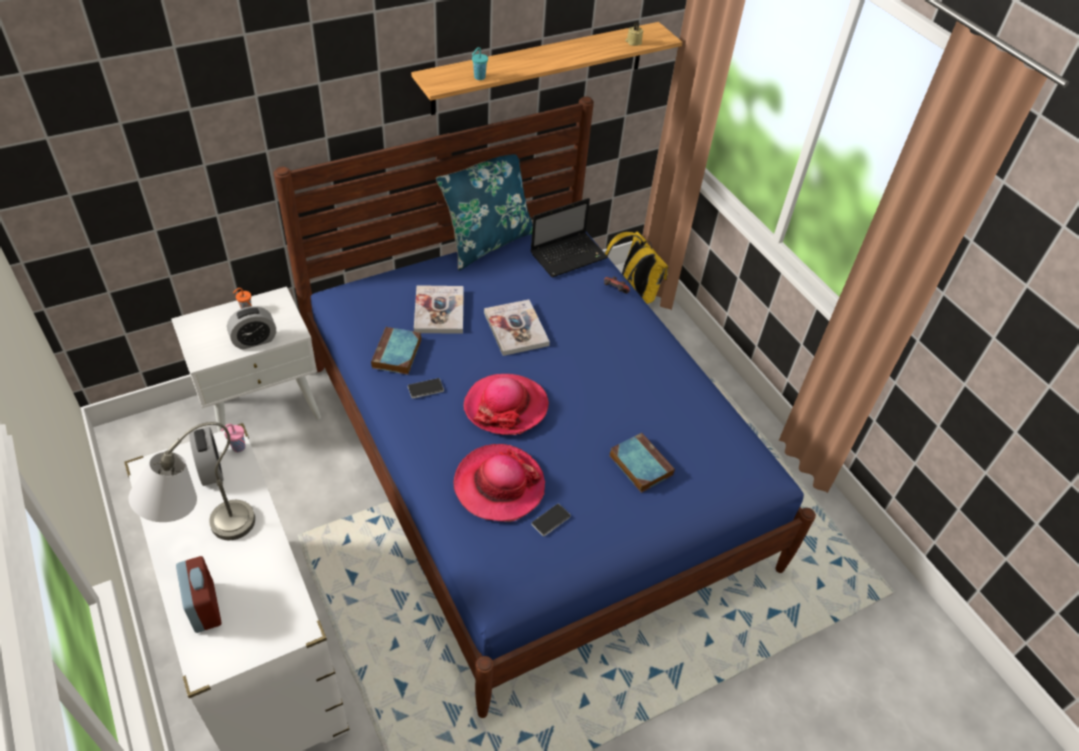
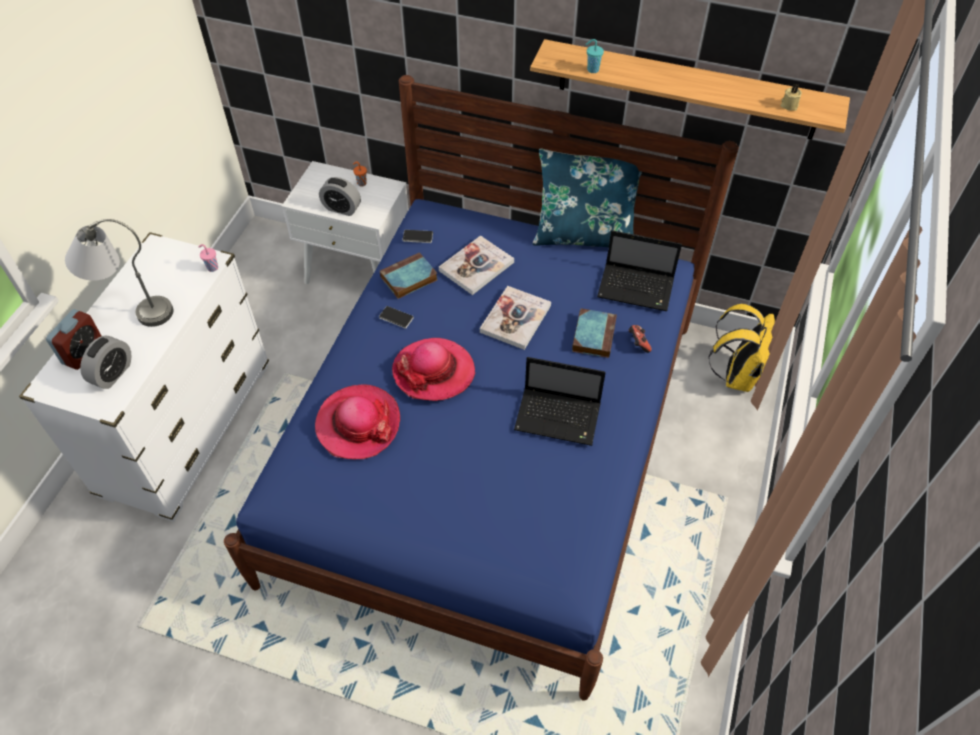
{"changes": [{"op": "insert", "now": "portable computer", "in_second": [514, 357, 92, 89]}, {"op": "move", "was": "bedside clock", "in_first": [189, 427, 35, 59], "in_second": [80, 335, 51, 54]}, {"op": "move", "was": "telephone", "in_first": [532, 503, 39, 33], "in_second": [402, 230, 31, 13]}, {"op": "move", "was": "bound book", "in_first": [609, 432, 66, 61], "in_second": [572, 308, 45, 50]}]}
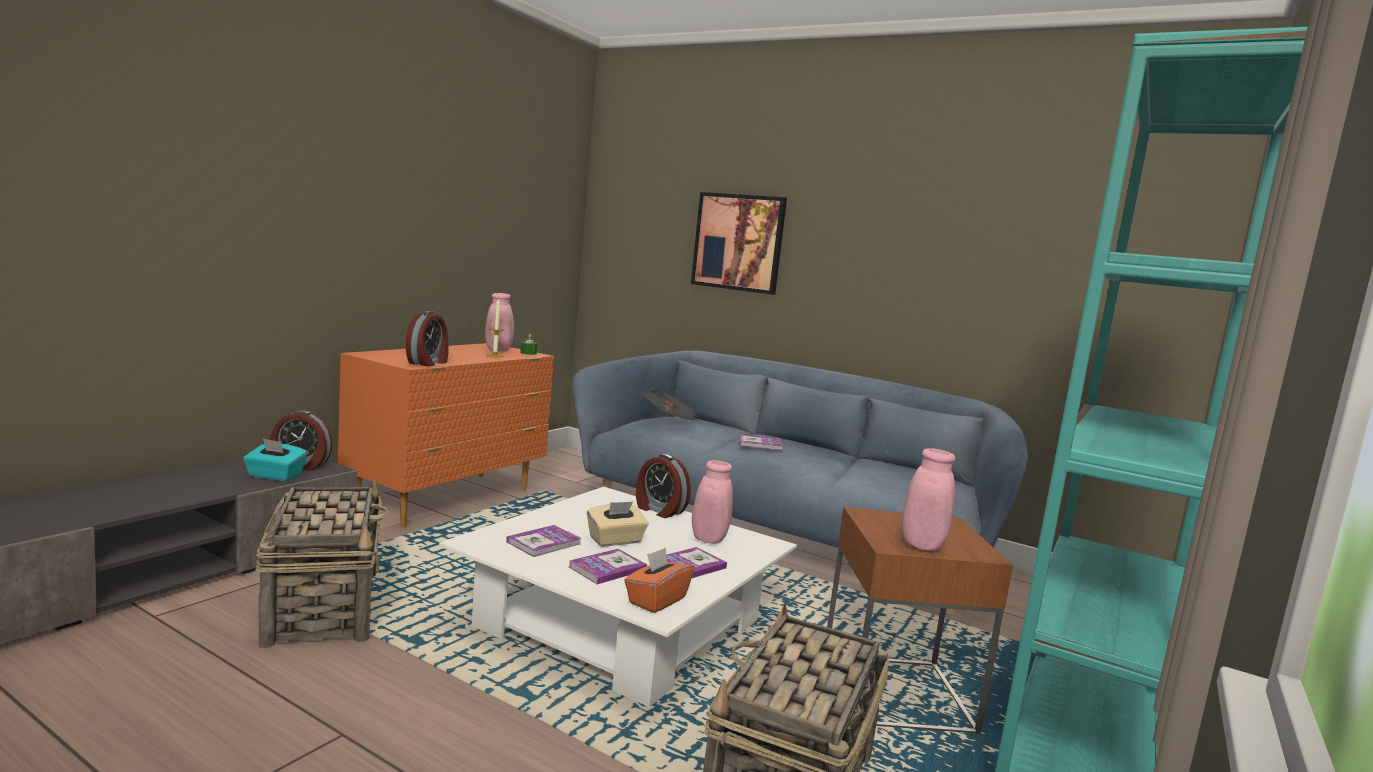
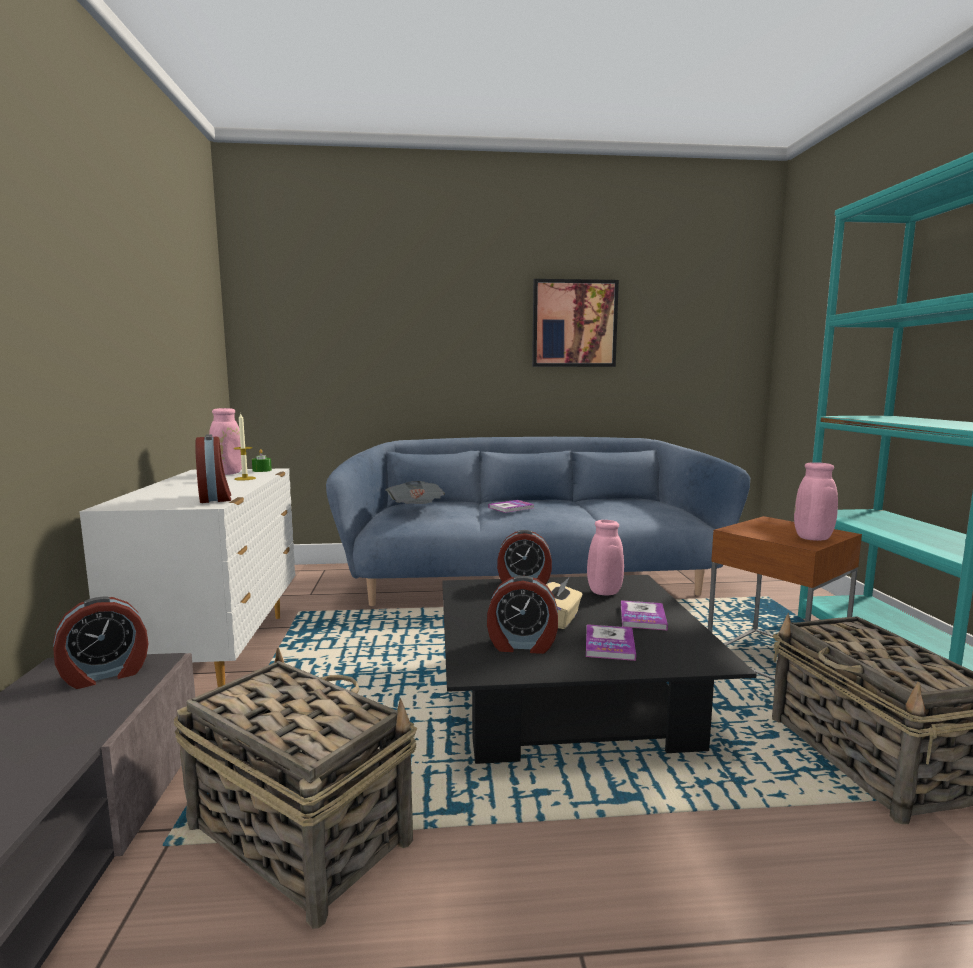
{"changes": [{"op": "delete", "was": "tissue box in turquoise-coloured", "in_first": [243, 439, 64, 42]}, {"op": "delete", "was": "tissue box in orange", "in_first": [624, 547, 70, 66]}, {"op": "move", "was": "wall art", "in_first": [691, 192, 96, 103], "in_second": [532, 279, 87, 88]}, {"op": "replace", "was": "bound book", "now": "bedside clock", "in_first": [506, 525, 75, 32], "in_second": [487, 576, 71, 78]}, {"op": "recolor", "was": "dresser in orange", "now": "dresser in whitish", "in_first": [338, 343, 216, 185], "in_second": [79, 468, 216, 219]}, {"op": "recolor", "was": "low table in whitish", "now": "low table in blackish", "in_first": [439, 487, 358, 220], "in_second": [442, 575, 315, 189]}]}
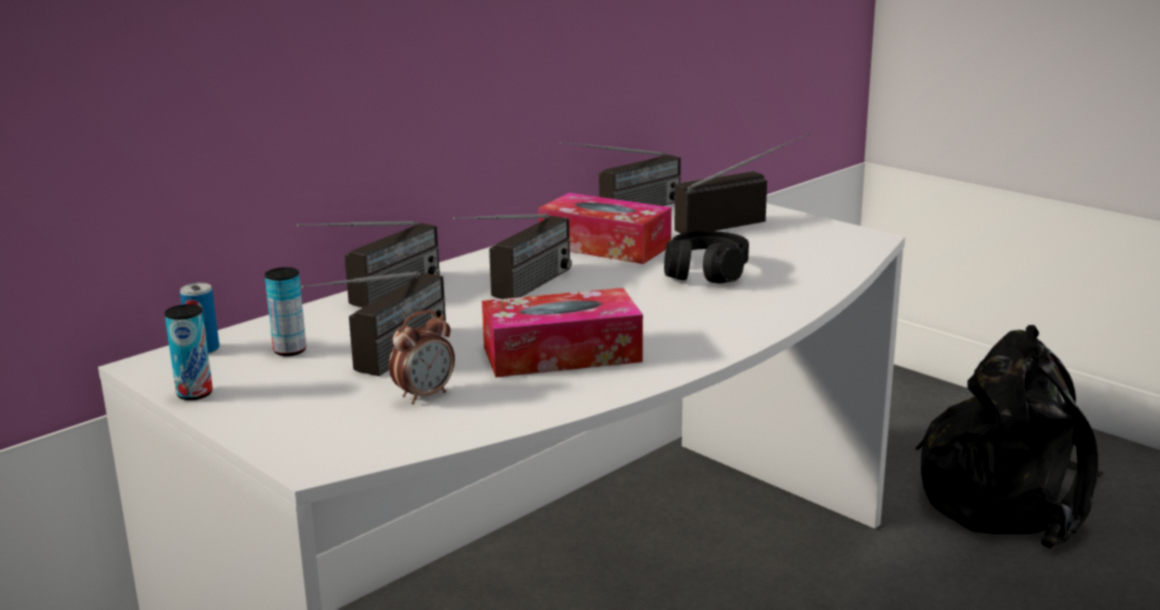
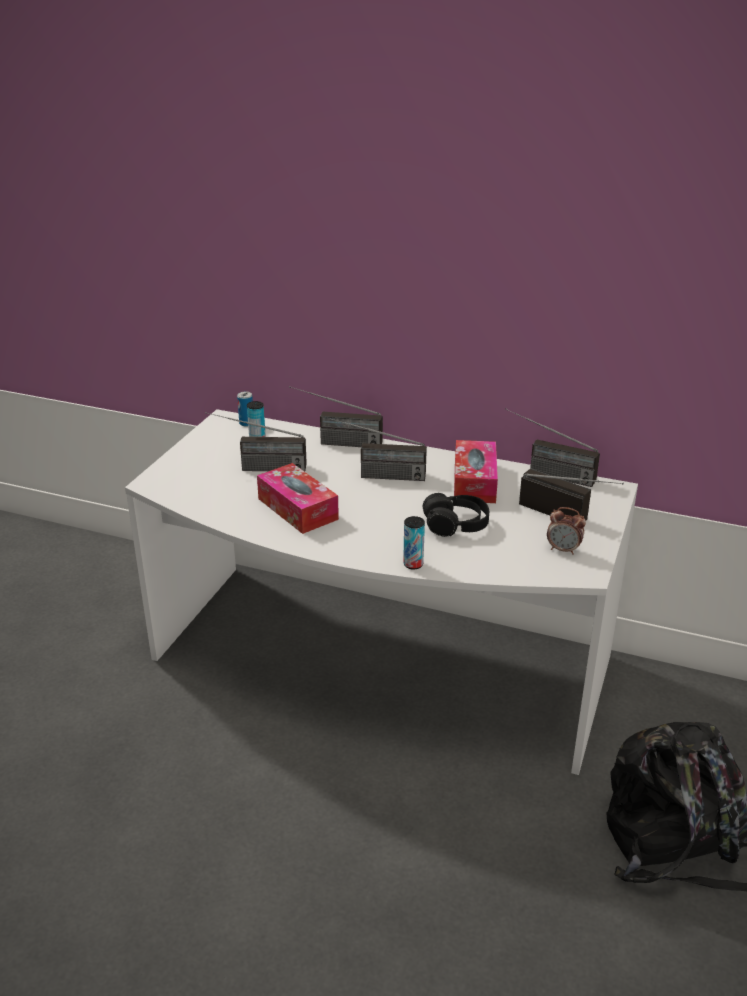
{"changes": [{"op": "move", "was": "sealed can", "in_first": [165, 304, 48, 96], "in_second": [403, 516, 22, 53]}, {"op": "move", "was": "bedside clock", "in_first": [389, 310, 66, 94], "in_second": [547, 507, 39, 48]}]}
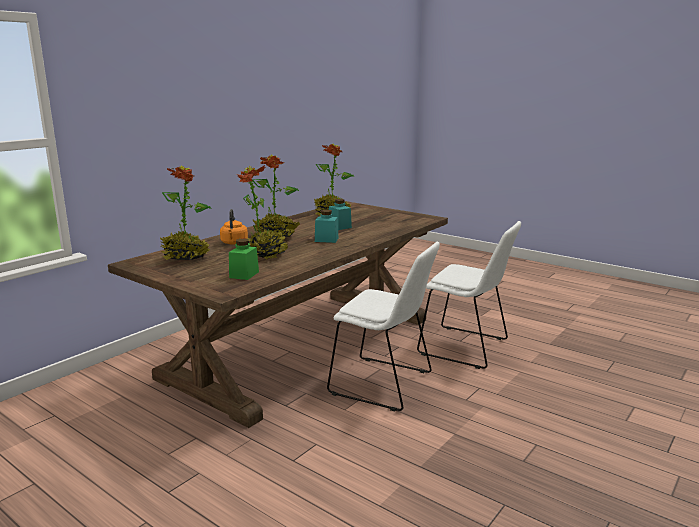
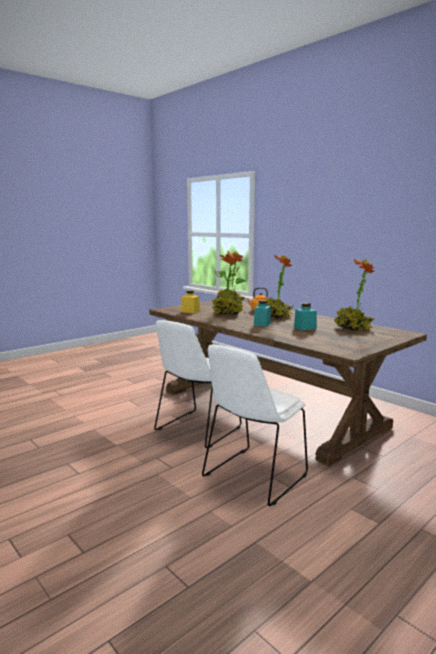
{"changes": [{"op": "recolor", "was": "storage jar in green-coloured", "now": "storage jar in yellowish", "in_first": [229, 239, 30, 41], "in_second": [181, 290, 19, 23]}]}
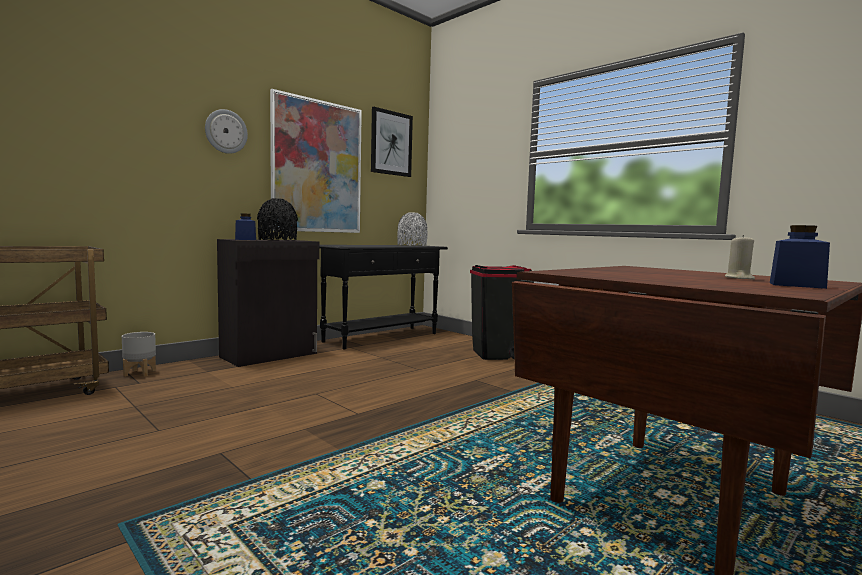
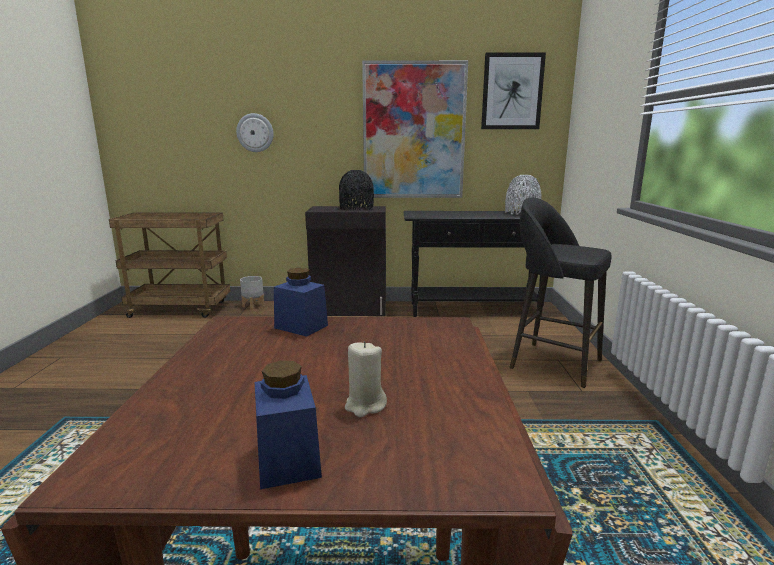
{"changes": [{"op": "move", "was": "hanging clock", "in_first": [205, 109, 43, 45], "in_second": [236, 113, 38, 39]}, {"op": "move", "was": "storage jar in bluish", "in_first": [235, 213, 21, 27], "in_second": [274, 268, 54, 69]}, {"op": "replace", "was": "rubbish bin in blackish", "now": "stool in blackish", "in_first": [470, 265, 62, 95], "in_second": [510, 197, 102, 191]}]}
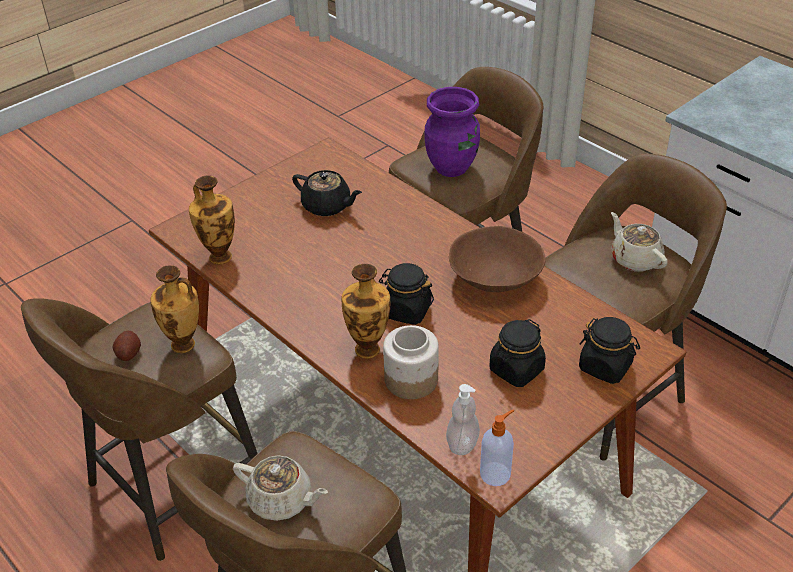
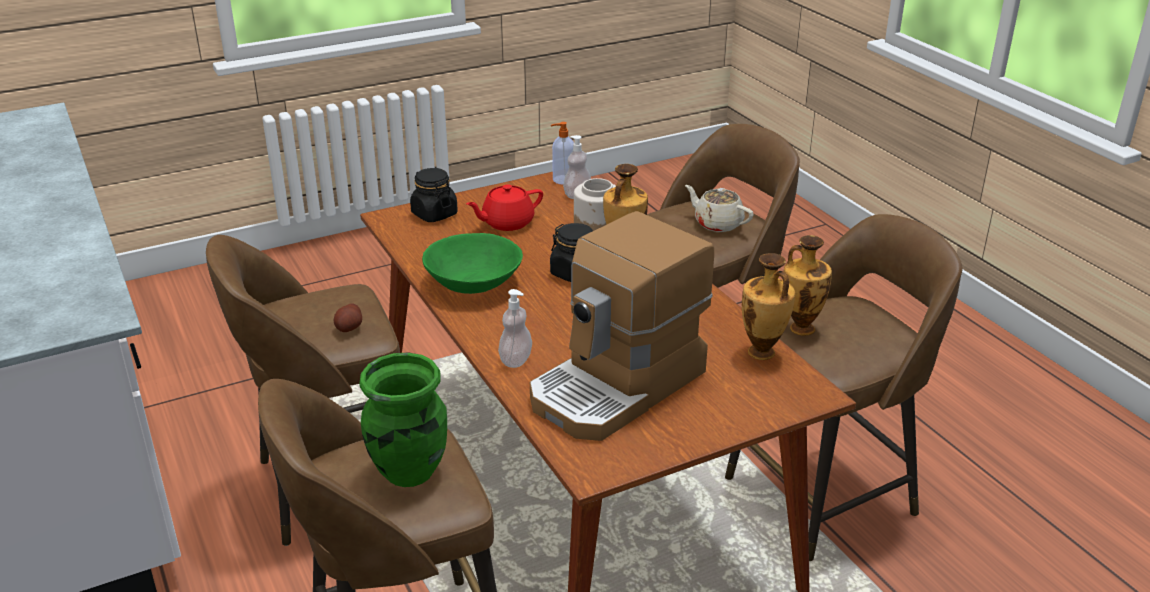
{"changes": [{"op": "delete", "was": "tea pot in beige", "in_first": [611, 212, 57, 60]}, {"op": "insert", "now": "soap bottle", "in_second": [498, 289, 34, 79]}, {"op": "move", "was": "potato", "in_first": [112, 331, 29, 30], "in_second": [334, 303, 28, 29]}, {"op": "replace", "was": "tea pot in blackish", "now": "coffee maker", "in_first": [292, 170, 70, 46], "in_second": [530, 211, 184, 230]}, {"op": "replace", "was": "storage jar in blackish", "now": "tea pot in red-coloured", "in_first": [490, 319, 56, 68], "in_second": [466, 184, 77, 47]}, {"op": "recolor", "was": "vase in purplish", "now": "vase in green-coloured", "in_first": [425, 87, 55, 90], "in_second": [359, 352, 88, 135]}, {"op": "recolor", "was": "serving bowl in brown-coloured", "now": "serving bowl in green-coloured", "in_first": [449, 226, 96, 66], "in_second": [422, 233, 101, 61]}]}
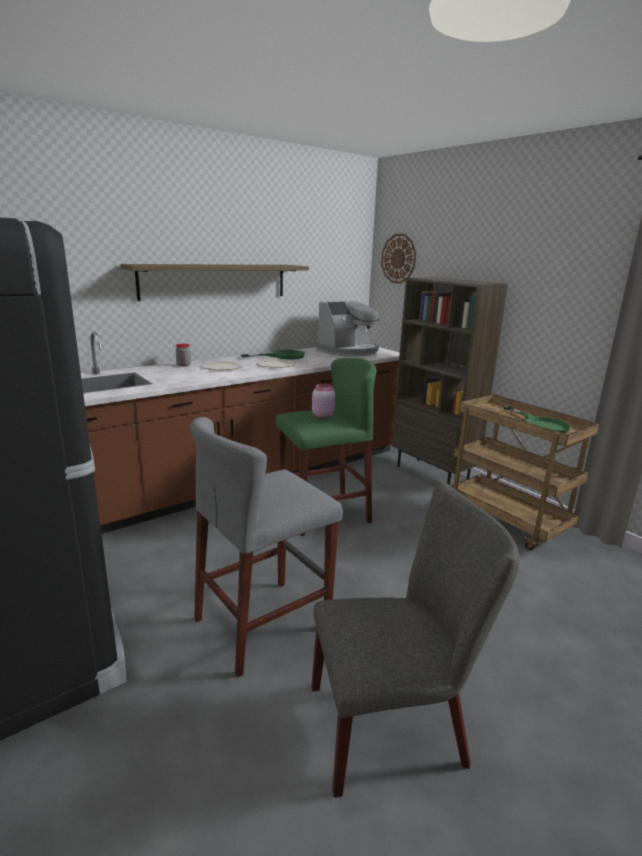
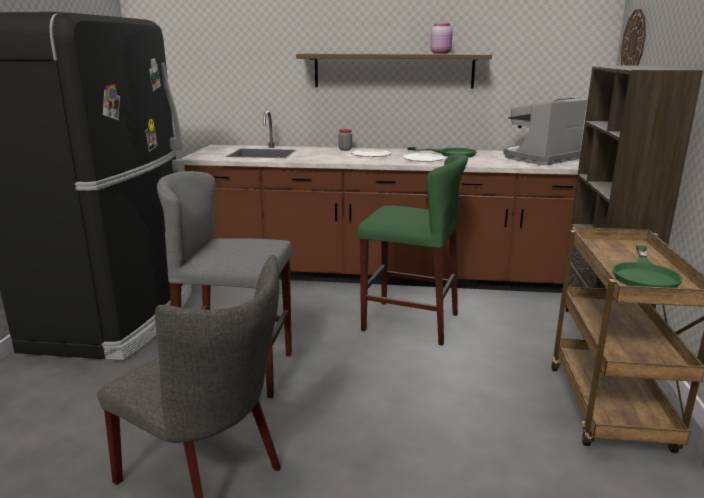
{"changes": [{"op": "move", "was": "storage jar in pink-coloured", "in_first": [312, 384, 23, 34], "in_second": [430, 23, 23, 31]}, {"op": "rotate", "was": "coffee maker", "in_first": [315, 300, 64, 57], "in_second": [503, 98, 84, 67], "clockwise": 135}]}
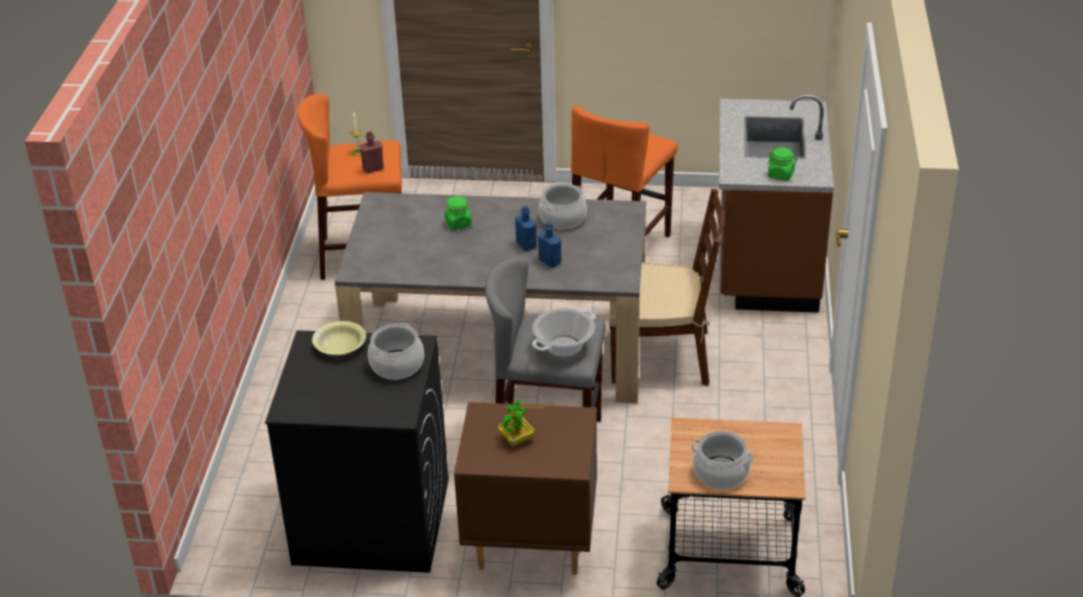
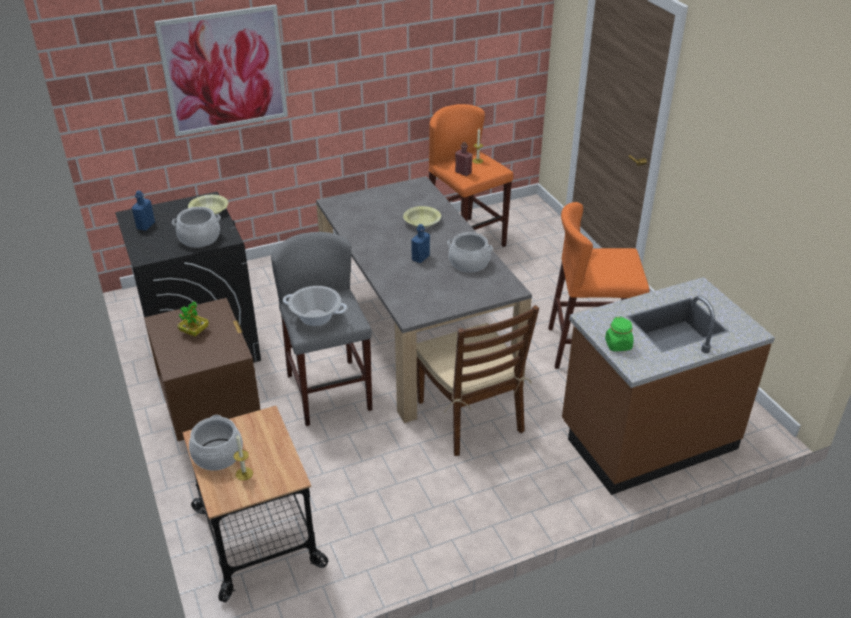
{"changes": [{"op": "insert", "now": "wall art", "in_second": [154, 4, 134, 133]}, {"op": "insert", "now": "wax candle", "in_second": [234, 434, 19, 47]}, {"op": "move", "was": "beverage bottle in bluish", "in_first": [538, 222, 24, 46], "in_second": [132, 190, 23, 41]}, {"op": "replace", "was": "storage jar in green-coloured", "now": "serving bowl in yellowish", "in_first": [445, 196, 27, 34], "in_second": [403, 206, 38, 21]}]}
